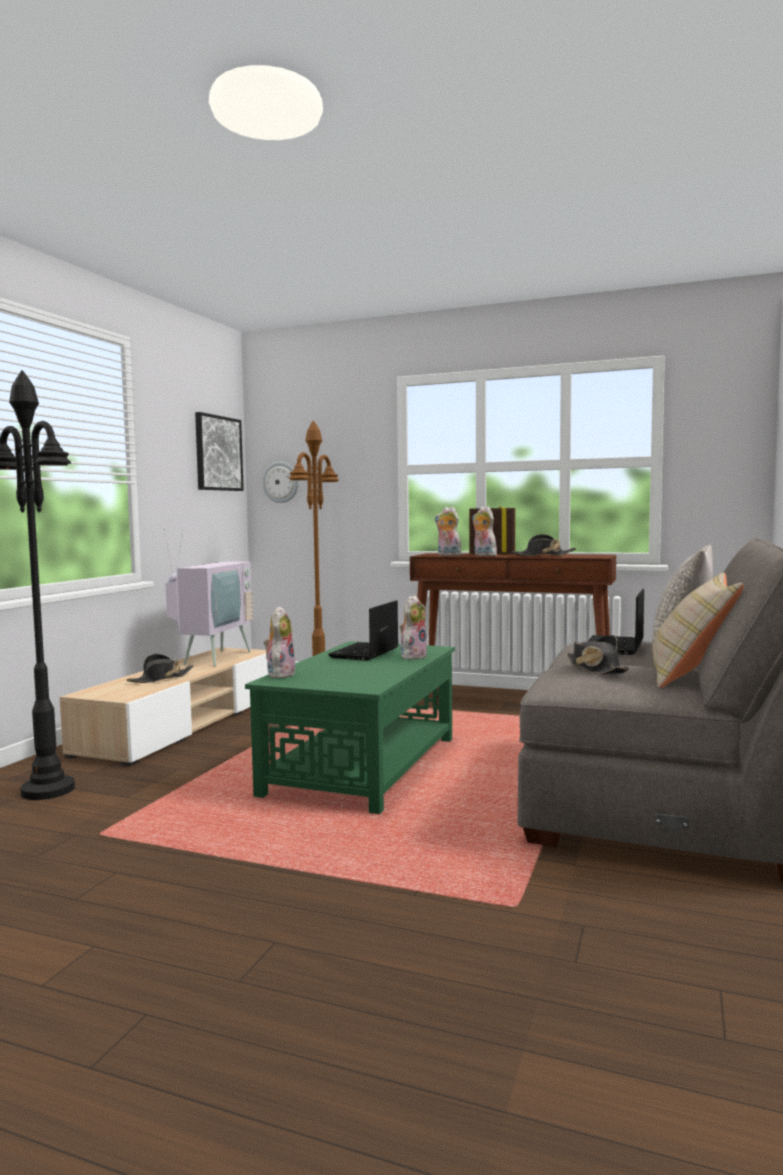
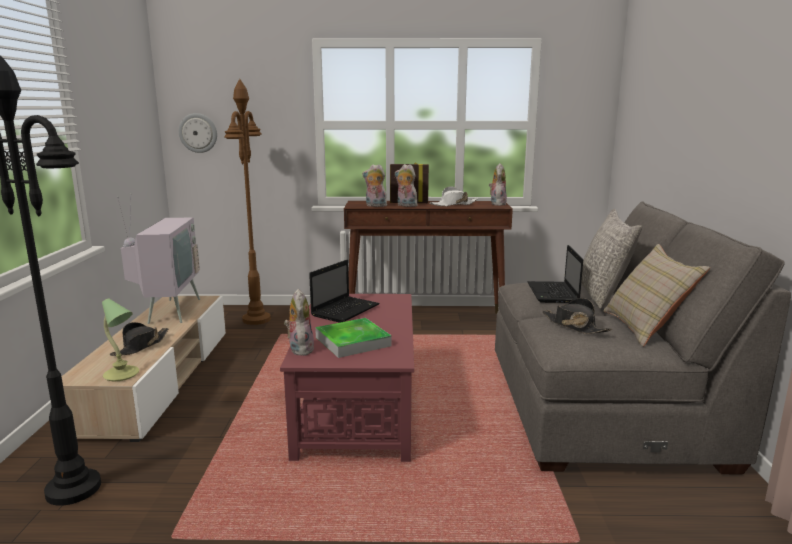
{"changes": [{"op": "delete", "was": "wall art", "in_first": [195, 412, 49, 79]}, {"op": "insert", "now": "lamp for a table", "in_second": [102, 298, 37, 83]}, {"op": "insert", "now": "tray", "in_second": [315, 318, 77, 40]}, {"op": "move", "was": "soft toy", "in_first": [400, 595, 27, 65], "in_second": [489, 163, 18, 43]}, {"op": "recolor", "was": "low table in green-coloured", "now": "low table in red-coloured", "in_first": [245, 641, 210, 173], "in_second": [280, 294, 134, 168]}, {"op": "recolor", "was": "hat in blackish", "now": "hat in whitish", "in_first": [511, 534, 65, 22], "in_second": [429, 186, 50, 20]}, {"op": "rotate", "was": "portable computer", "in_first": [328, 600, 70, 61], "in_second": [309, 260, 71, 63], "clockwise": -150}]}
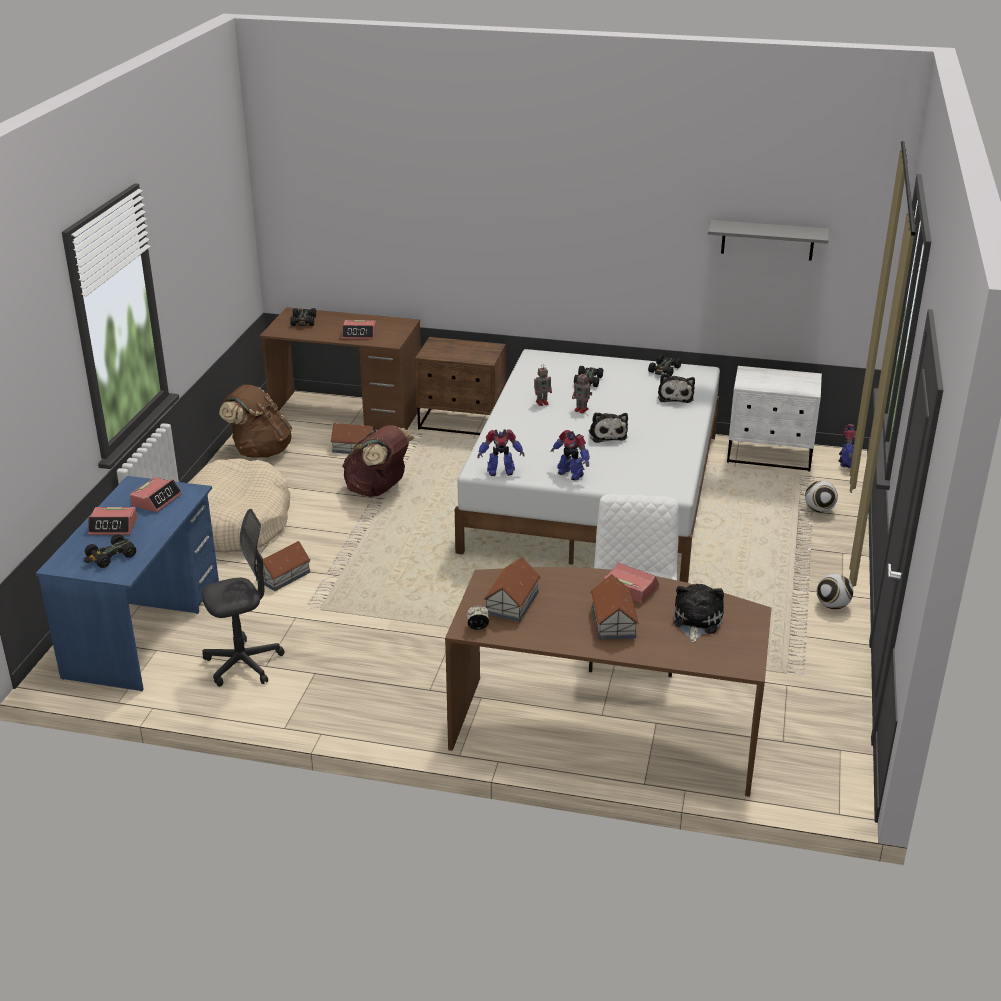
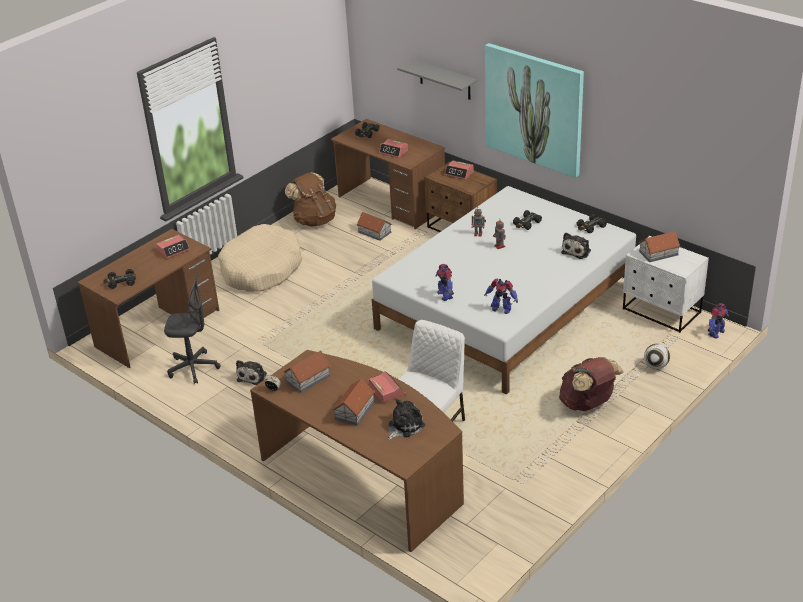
{"changes": [{"op": "delete", "was": "football ball", "in_first": [817, 574, 36, 35]}, {"op": "insert", "now": "wall art", "in_second": [485, 43, 99, 135]}, {"op": "move", "was": "bedside clock", "in_first": [88, 507, 49, 28], "in_second": [444, 161, 29, 19]}, {"op": "move", "was": "miniature house", "in_first": [256, 541, 55, 50], "in_second": [639, 231, 41, 31]}, {"op": "move", "was": "knapsack in brown-coloured", "in_first": [342, 425, 72, 72], "in_second": [559, 357, 65, 54]}, {"op": "move", "was": "robot figure", "in_first": [477, 429, 48, 47], "in_second": [484, 279, 34, 35]}, {"op": "move", "was": "soft toy", "in_first": [589, 412, 39, 31], "in_second": [236, 360, 31, 25]}, {"op": "move", "was": "bracket shelf in grey", "in_first": [708, 220, 121, 41], "in_second": [397, 59, 80, 41]}, {"op": "recolor", "was": "desk table in bluish", "now": "desk table in brown-coloured", "in_first": [36, 476, 183, 215], "in_second": [77, 229, 143, 139]}]}
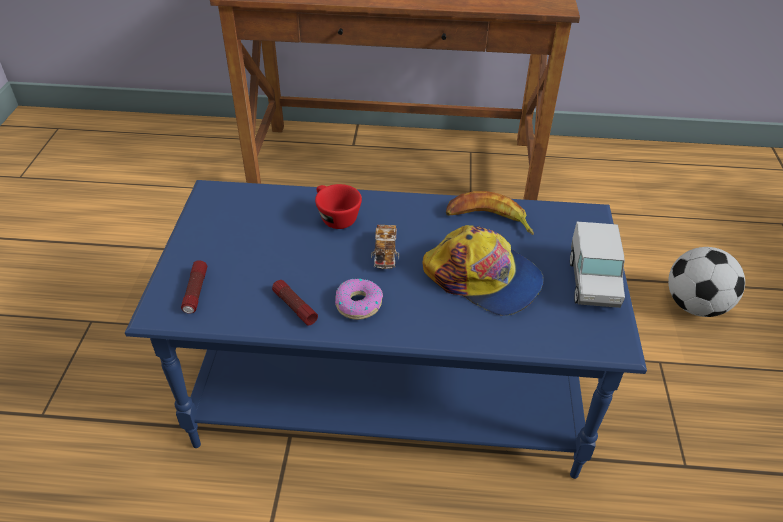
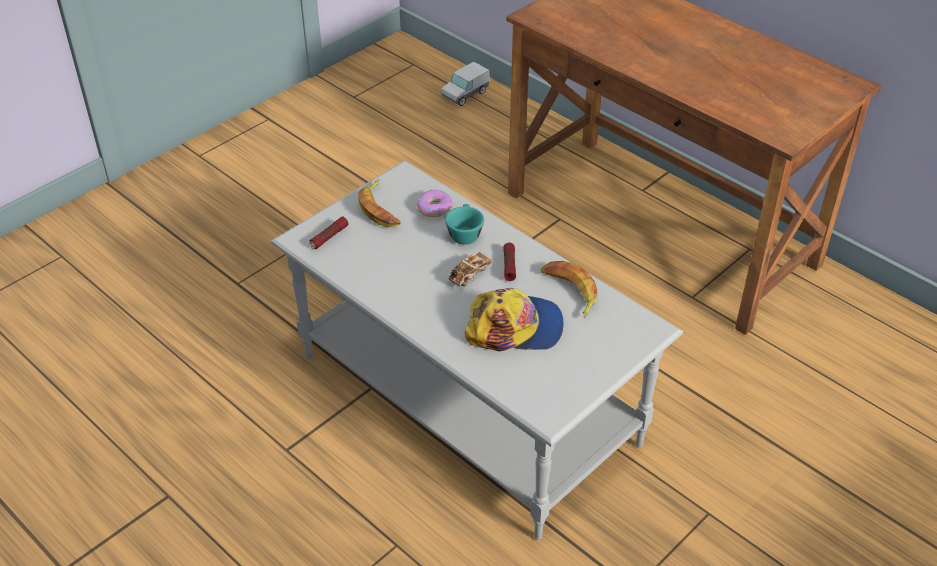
{"changes": [{"op": "delete", "was": "football ball", "in_first": [668, 247, 77, 70]}, {"op": "insert", "now": "banana", "in_second": [358, 179, 43, 48]}, {"op": "move", "was": "torch", "in_first": [272, 280, 46, 45], "in_second": [503, 243, 13, 38]}, {"op": "move", "was": "doughnut", "in_first": [335, 279, 48, 41], "in_second": [417, 189, 36, 28]}, {"op": "move", "was": "model truck", "in_first": [570, 222, 55, 86], "in_second": [441, 62, 49, 44]}, {"op": "recolor", "was": "low table in bluish", "now": "low table in grey", "in_first": [125, 180, 522, 299], "in_second": [271, 160, 412, 380]}, {"op": "recolor", "was": "cup in red-coloured", "now": "cup in turquoise-coloured", "in_first": [315, 184, 47, 45], "in_second": [445, 204, 39, 41]}, {"op": "rotate", "was": "cap", "in_first": [423, 225, 121, 91], "in_second": [465, 288, 98, 63], "clockwise": -75}]}
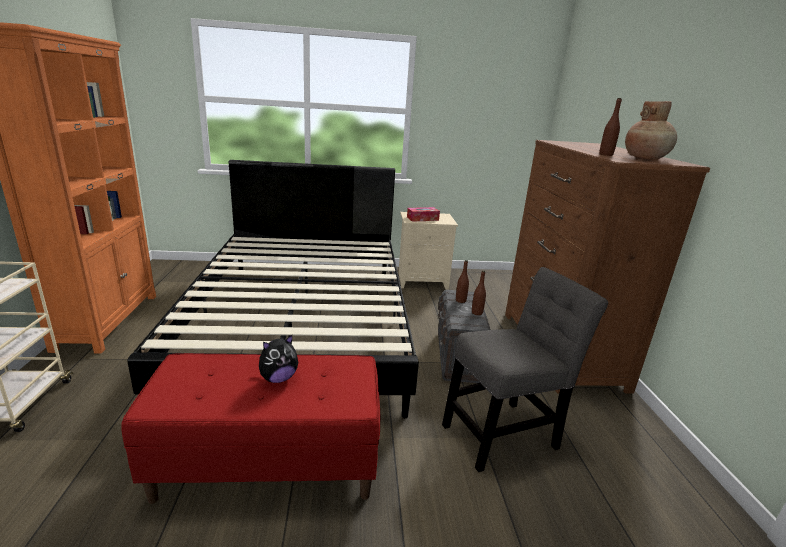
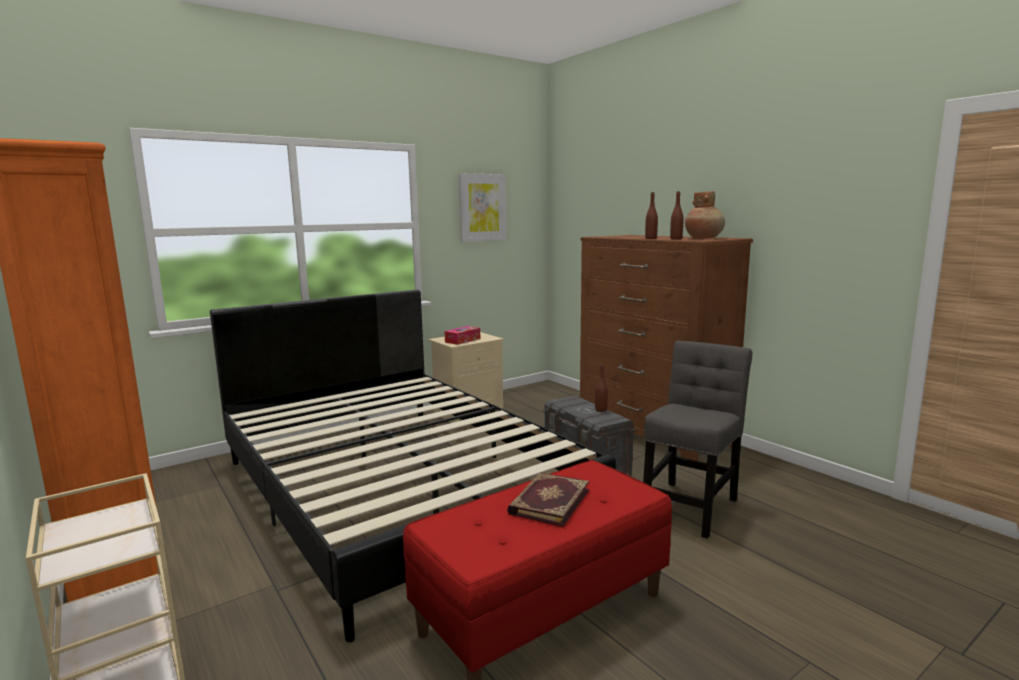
{"changes": [{"op": "insert", "now": "wall art", "in_second": [459, 173, 47, 69]}, {"op": "move", "was": "beverage bottle in brown-coloured", "in_first": [456, 260, 13, 43], "in_second": [645, 192, 13, 47]}, {"op": "replace", "was": "soft toy", "now": "bound book", "in_first": [259, 335, 39, 48], "in_second": [507, 473, 82, 54]}]}
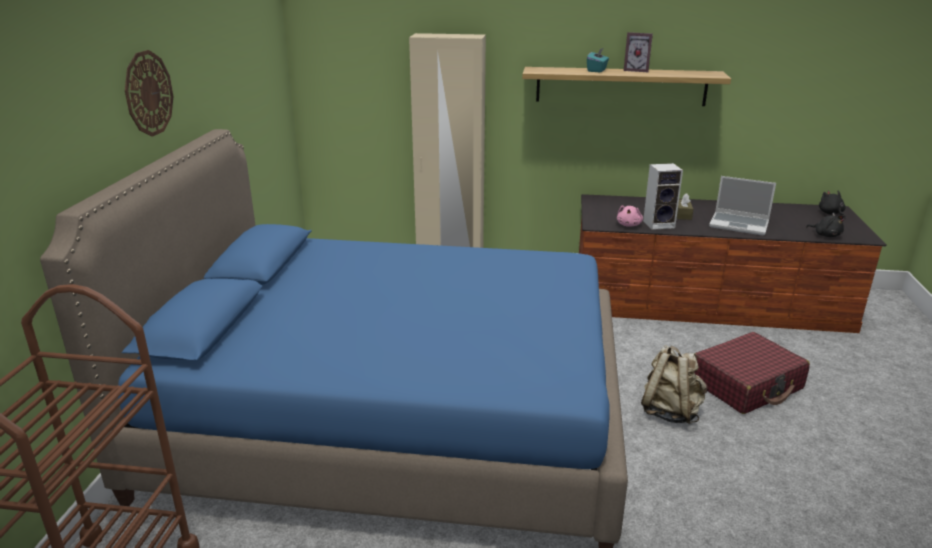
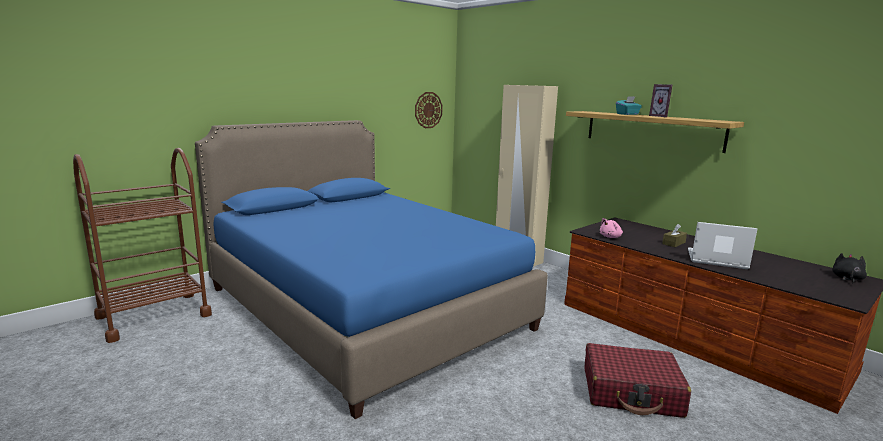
{"changes": [{"op": "delete", "was": "knapsack in beige", "in_first": [641, 345, 66, 79]}, {"op": "delete", "was": "loudspeaker", "in_first": [643, 163, 40, 67]}, {"op": "delete", "was": "soft toy in blackish", "in_first": [806, 215, 38, 22]}, {"op": "move", "was": "hanging clock", "in_first": [125, 50, 49, 87], "in_second": [415, 92, 28, 36]}, {"op": "rotate", "was": "portable computer", "in_first": [709, 176, 67, 59], "in_second": [688, 222, 70, 47], "clockwise": 135}]}
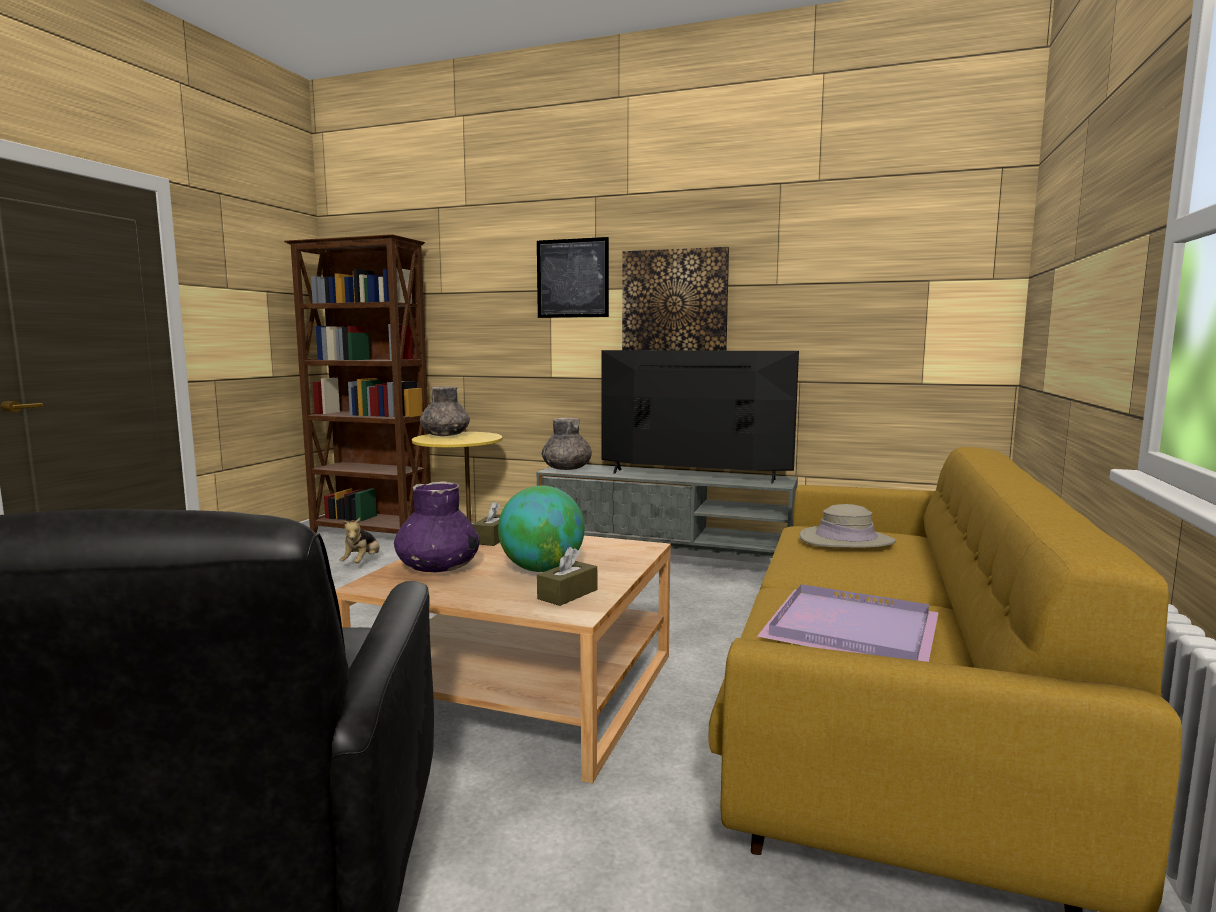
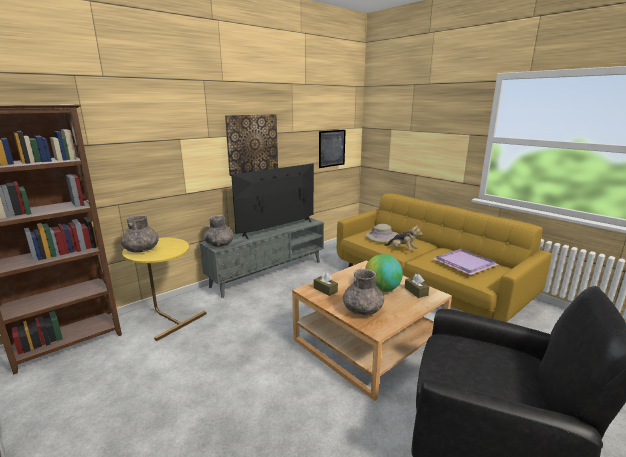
{"changes": [{"op": "move", "was": "soft toy", "in_first": [340, 518, 40, 45], "in_second": [384, 225, 39, 26]}, {"op": "move", "was": "wall art", "in_first": [537, 237, 72, 81], "in_second": [319, 130, 27, 38]}, {"op": "recolor", "was": "vase in purplish", "now": "vase in grey", "in_first": [394, 481, 86, 91], "in_second": [343, 269, 41, 46]}]}
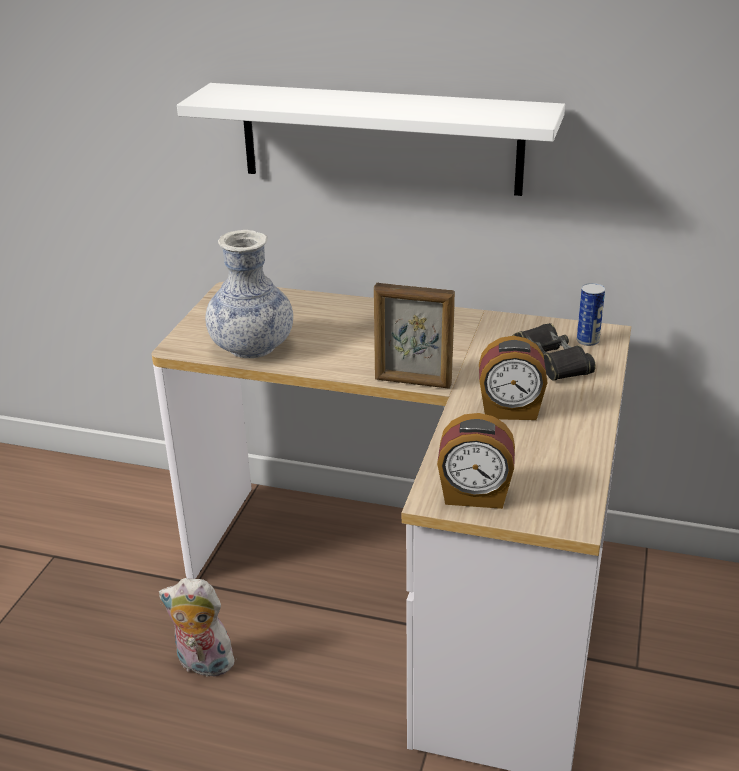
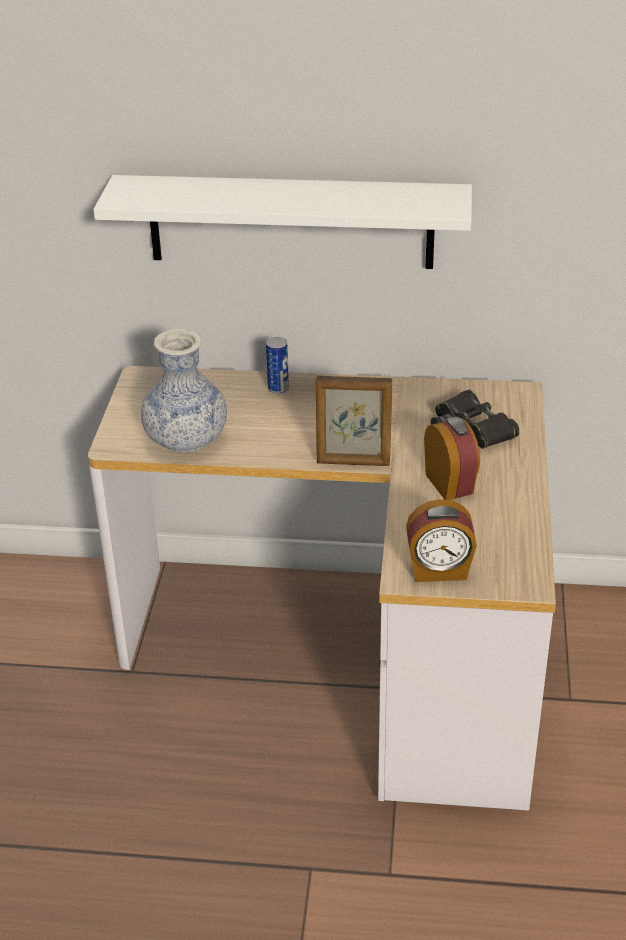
{"changes": [{"op": "delete", "was": "soft toy", "in_first": [159, 578, 76, 99]}, {"op": "move", "was": "sealed can", "in_first": [577, 283, 28, 63], "in_second": [266, 337, 23, 57]}, {"op": "rotate", "was": "bedside clock", "in_first": [479, 336, 69, 84], "in_second": [424, 417, 56, 83], "clockwise": -105}]}
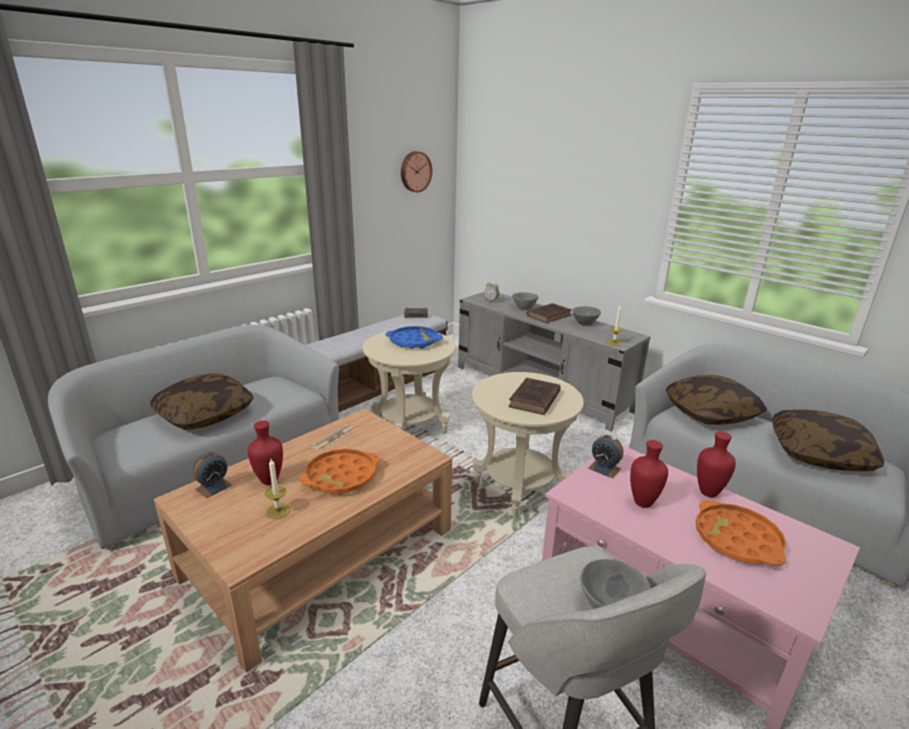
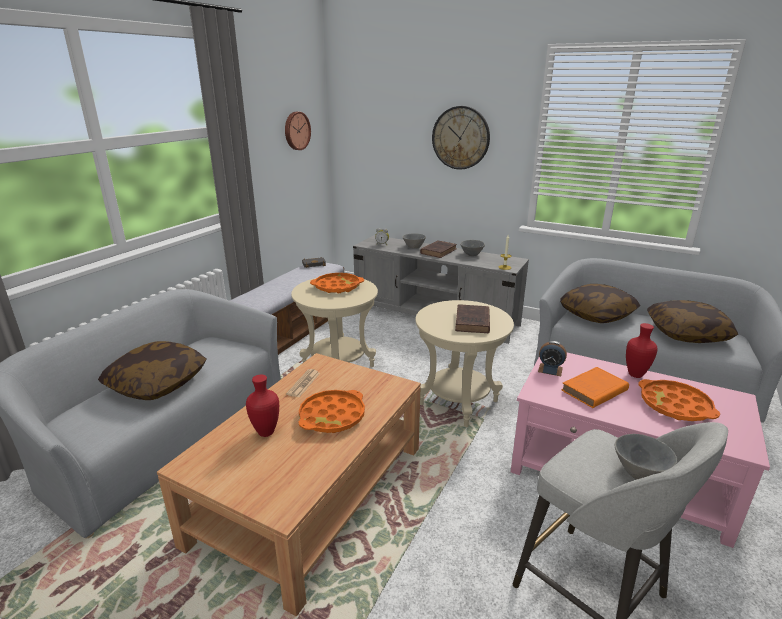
{"changes": [{"op": "delete", "was": "bedside clock", "in_first": [193, 452, 39, 46]}, {"op": "delete", "was": "wax candle", "in_first": [265, 459, 26, 60]}, {"op": "insert", "now": "hanging clock", "in_second": [432, 106, 58, 64]}, {"op": "replace", "was": "vase in red-coloured", "now": "bound book in orange", "in_first": [630, 440, 38, 68], "in_second": [561, 367, 68, 41]}, {"op": "recolor", "was": "tray in bluish", "now": "tray in orange", "in_first": [386, 326, 57, 23], "in_second": [310, 273, 54, 20]}]}
